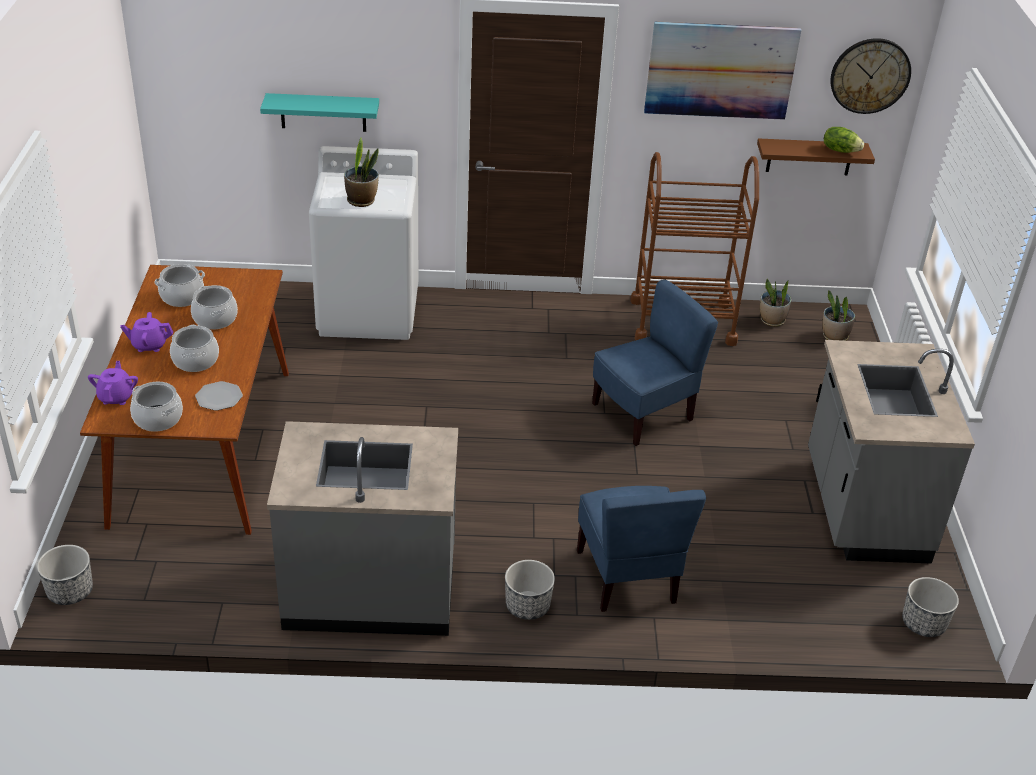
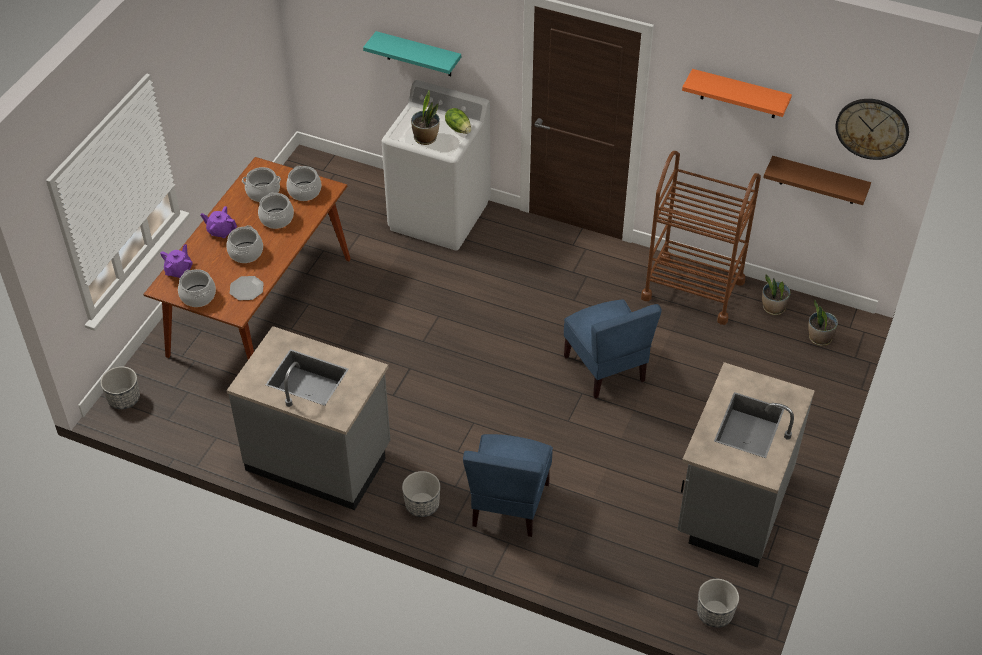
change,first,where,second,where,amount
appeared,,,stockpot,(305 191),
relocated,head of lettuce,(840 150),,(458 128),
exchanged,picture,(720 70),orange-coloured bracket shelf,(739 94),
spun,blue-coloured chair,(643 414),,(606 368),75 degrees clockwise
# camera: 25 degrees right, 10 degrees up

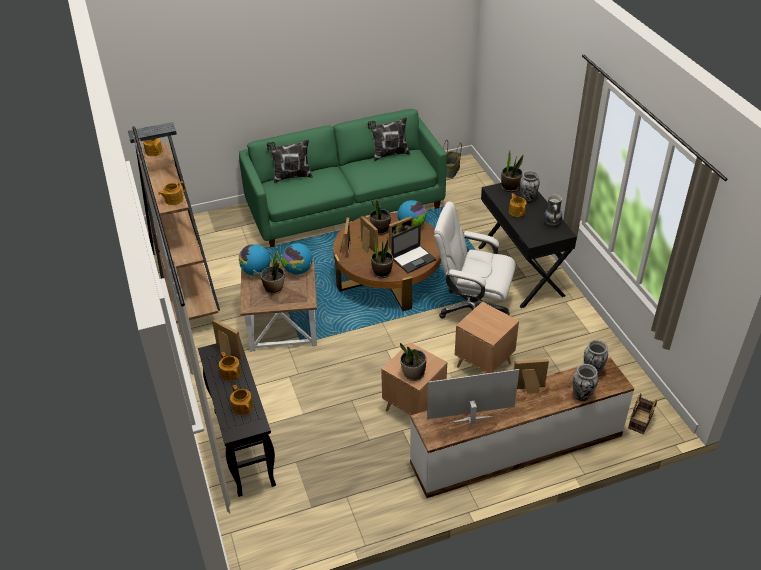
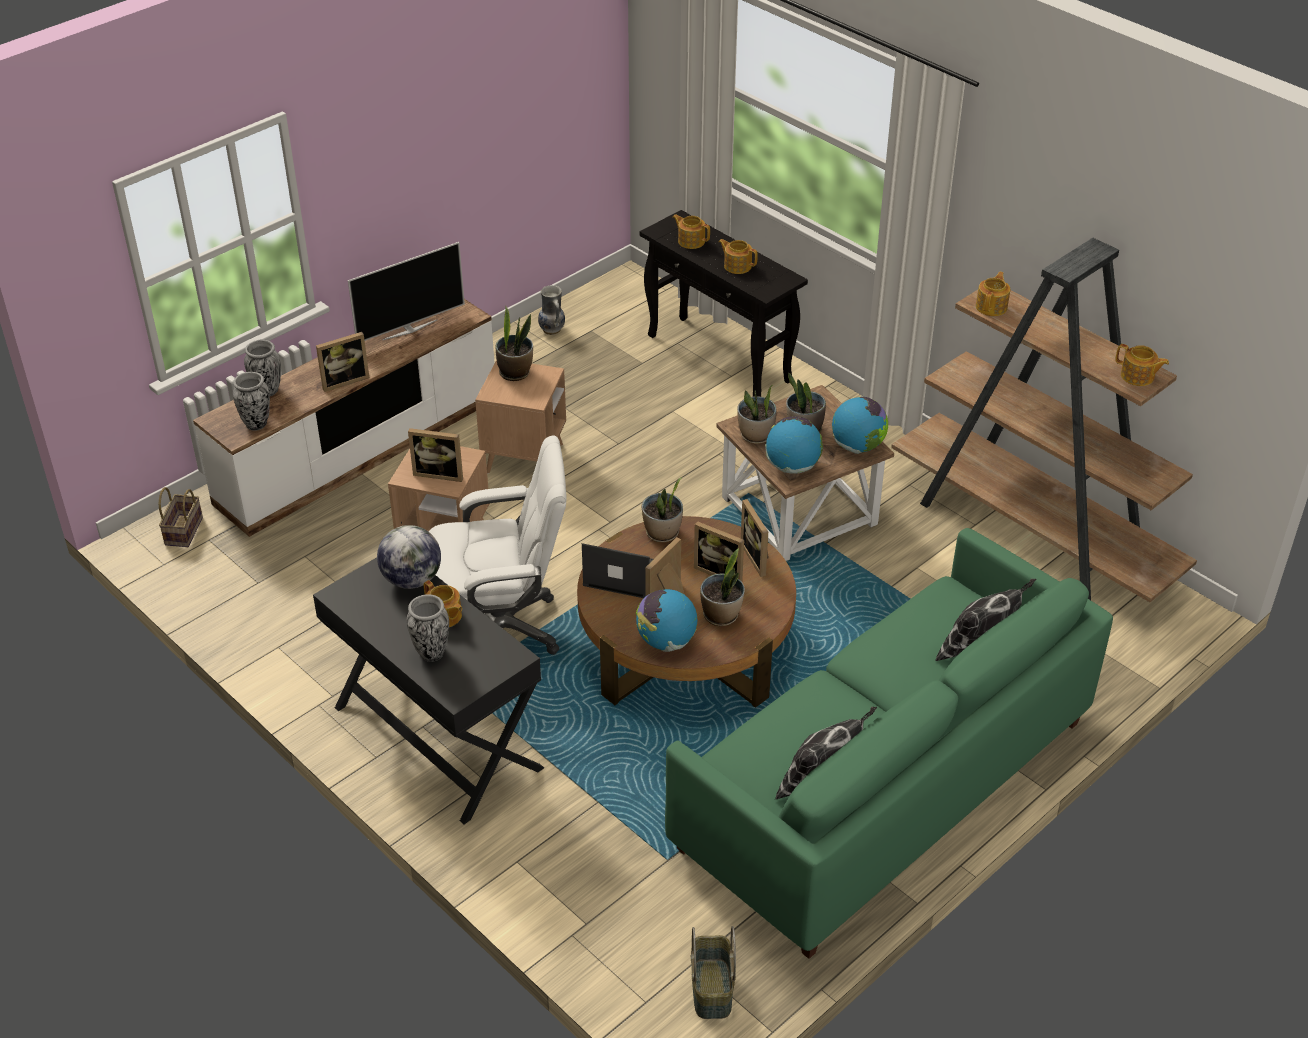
change,first,where,second,where,amount
appeared,,,world globe,(411 579),
relocated,picture frame,(227 354),,(439 473),
relocated,houseplant,(510 187),,(756 436),
relocated,vase,(551 223),,(552 330),
spun,laptop,(414 259),,(622 574),75 degrees clockwise
# camera: 155 degrees right, 0 degrees up

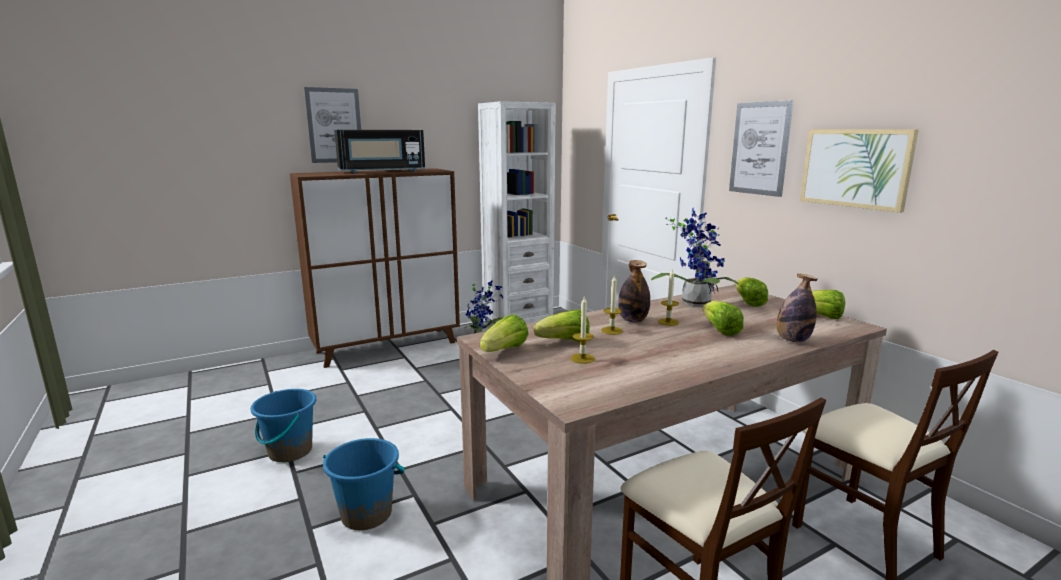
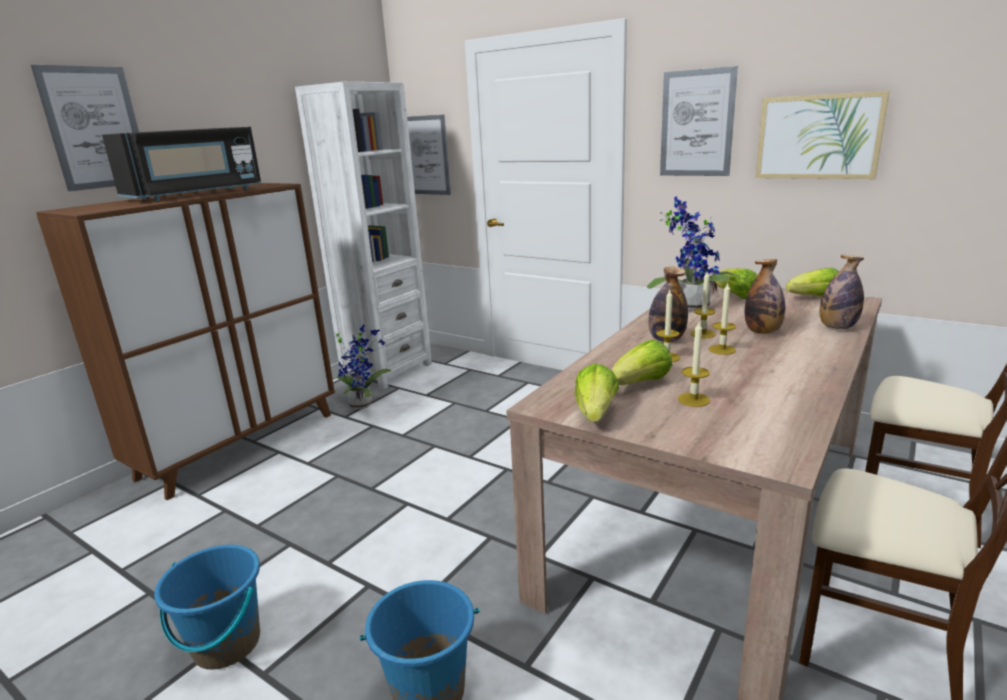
change,first,where,second,where,amount
appeared,,,picture,(427 155),
appeared,,,wax candle,(722 349),
exchanged,head of lettuce,(720 330),bottle,(762 332),
# camera: 25 degrees left, 5 degrees up

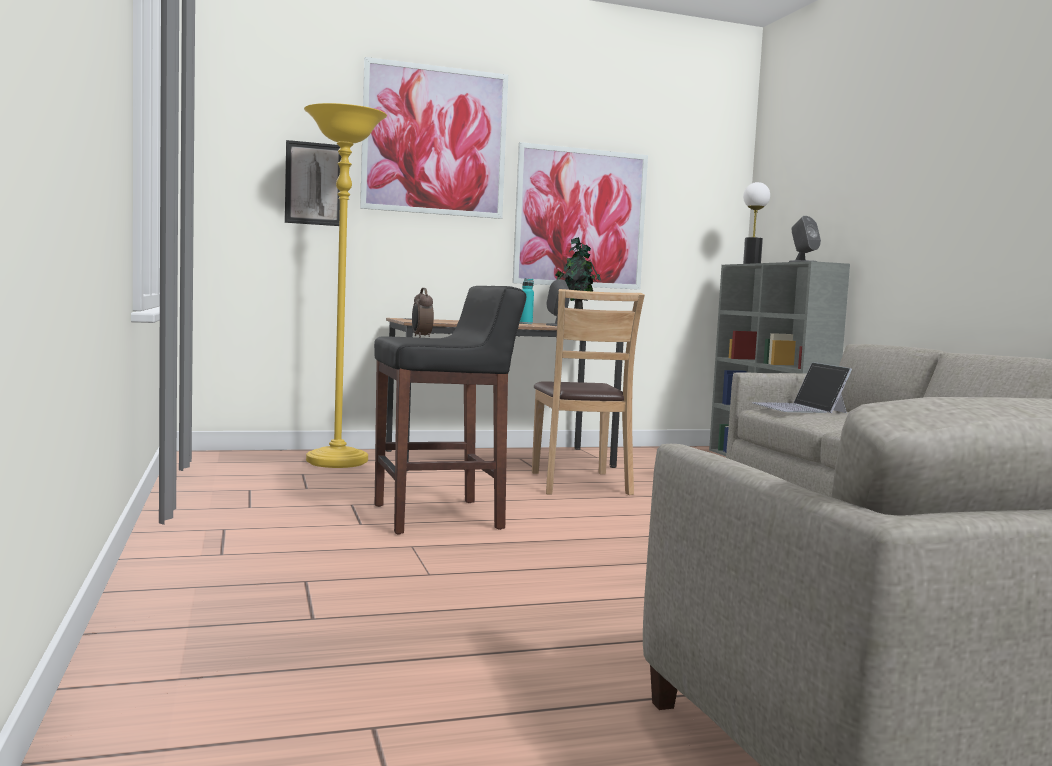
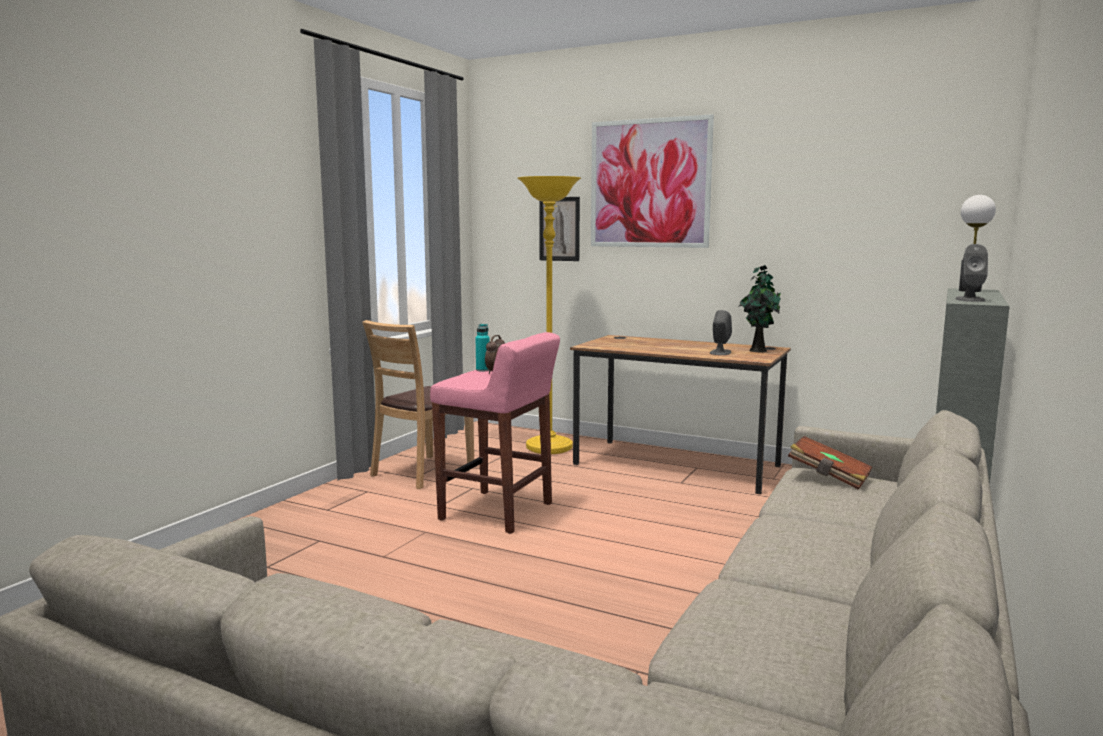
change,first,where,second,where,amount
missing,picture,(580 218),,,
relocated,blue-green bottle,(525 323),,(483 370),
relocated,brown-coloured chair,(579 483),,(422 472),
exchanged,laptop,(799 408),brown-coloured book,(828 477),
colour,blackish stool,(440 517),pink-coloured stool,(498 512),
# camera: 45 degrees right, 5 degrees up

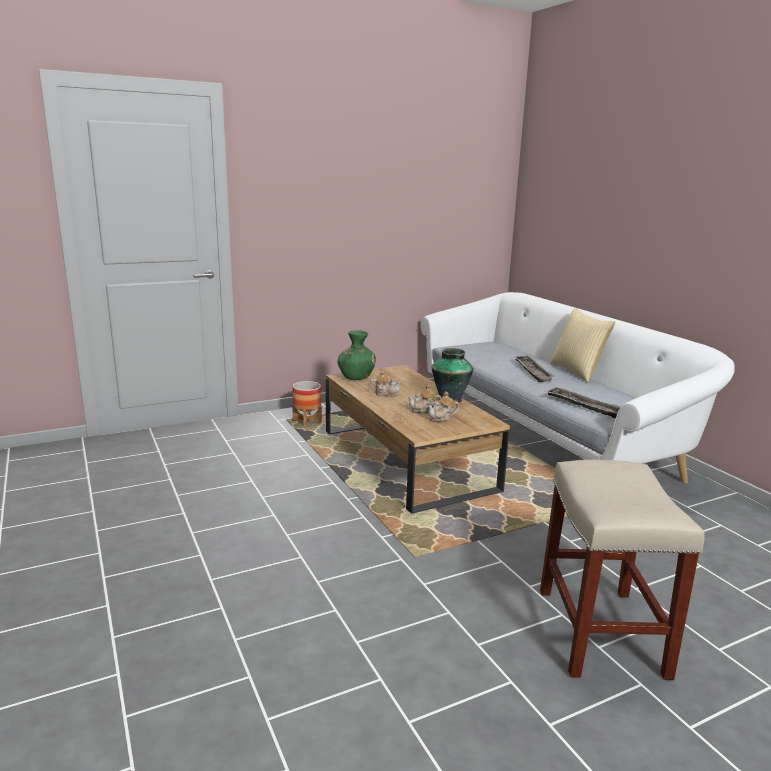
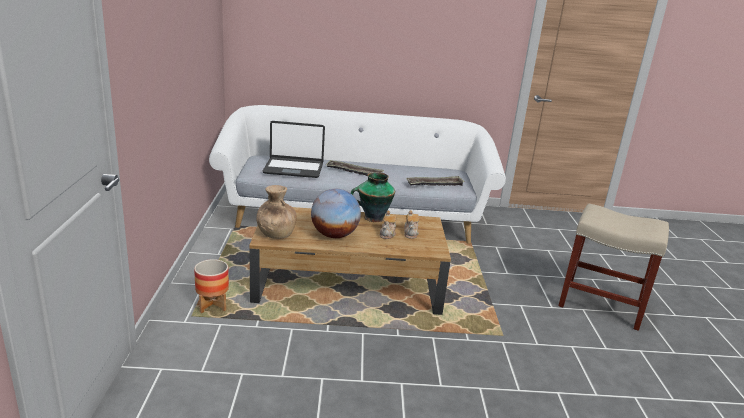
change,first,where,second,where,amount
missing,throw pillow,(577 372),,,
appeared,,,laptop,(293 169),
exchanged,pot for tea,(386 394),world globe,(334 235),
colour,green-coloured vase,(356 377),brown-coloured vase,(275 233),
# camera: 65 degrees left, 5 degrees up

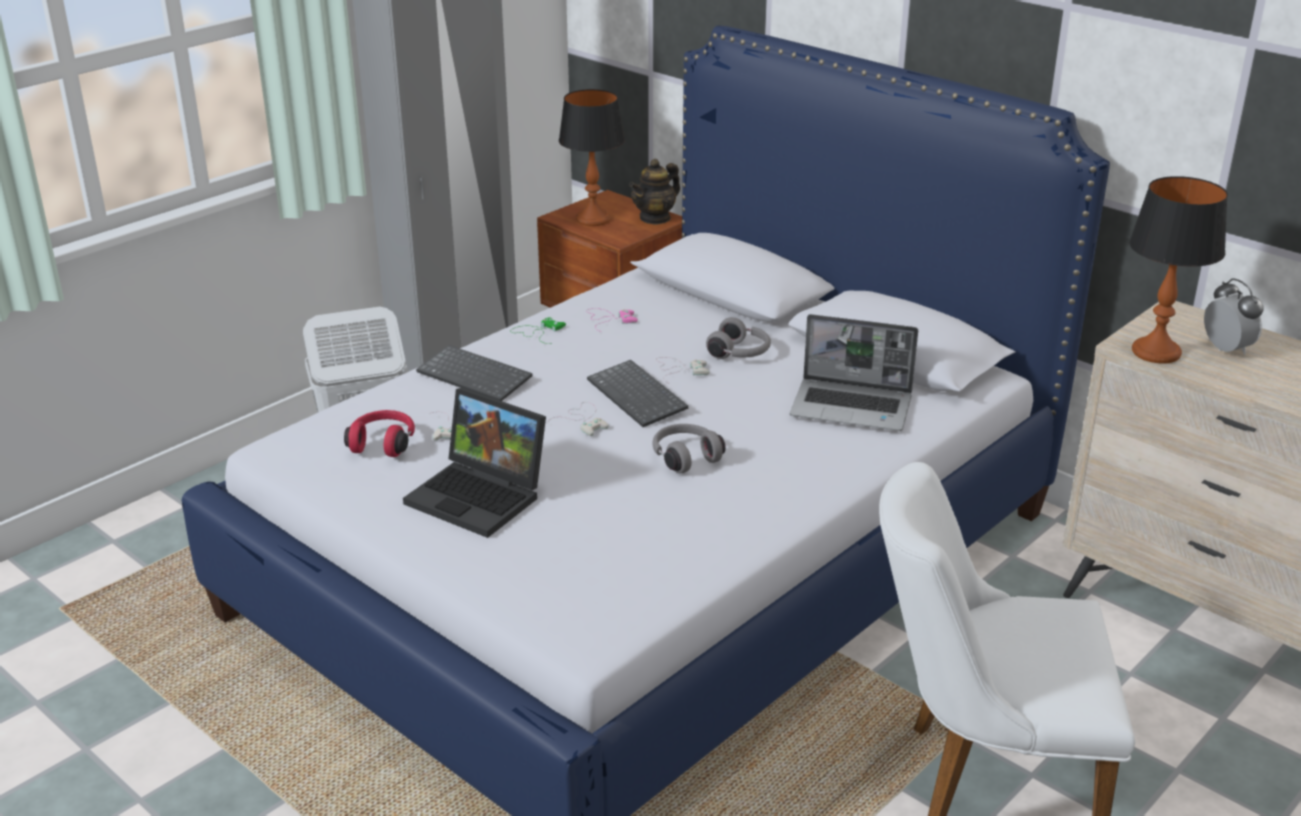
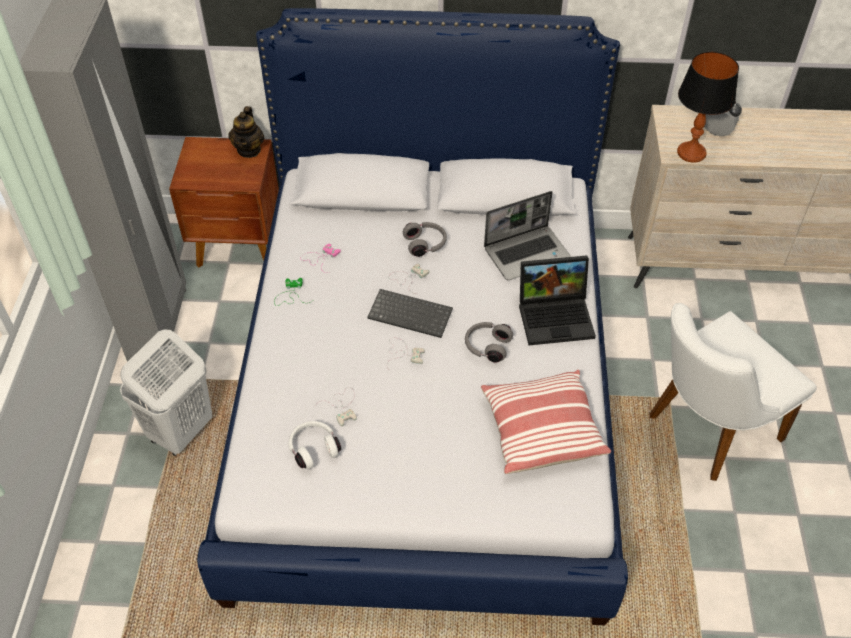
change,first,where,second,where,amount
missing,PC keyboard,(476 376),,,
missing,lamp for a table,(592 219),,,
appeared,,,throw pillow,(541 430),
relocated,laptop,(481 496),,(556 316),
colour,red-coloured headphones,(383 443),whitish headphones,(313 448),
# camera: 40 degrees left, 20 degrees up

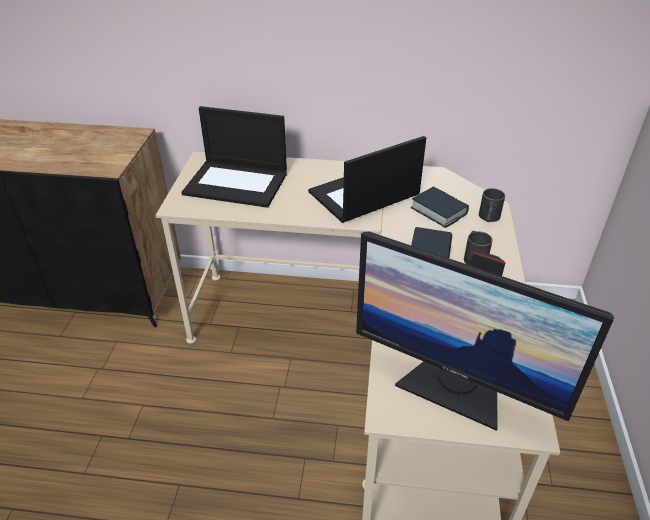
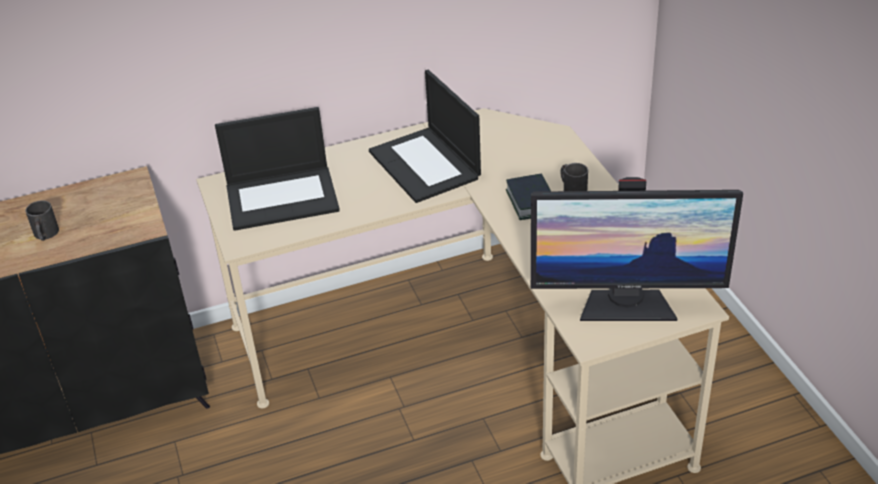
change,first,where,second,where,amount
missing,book,(438 211),,,
relocated,blackish mug,(488 218),,(45 235),
spun,laptop,(363 195),,(426 165),60 degrees counterclockwise
# camera: 25 degrees left, 0 degrees up

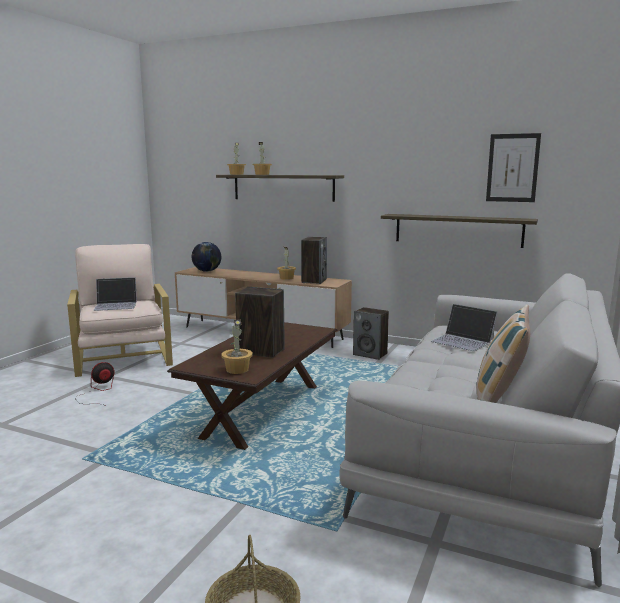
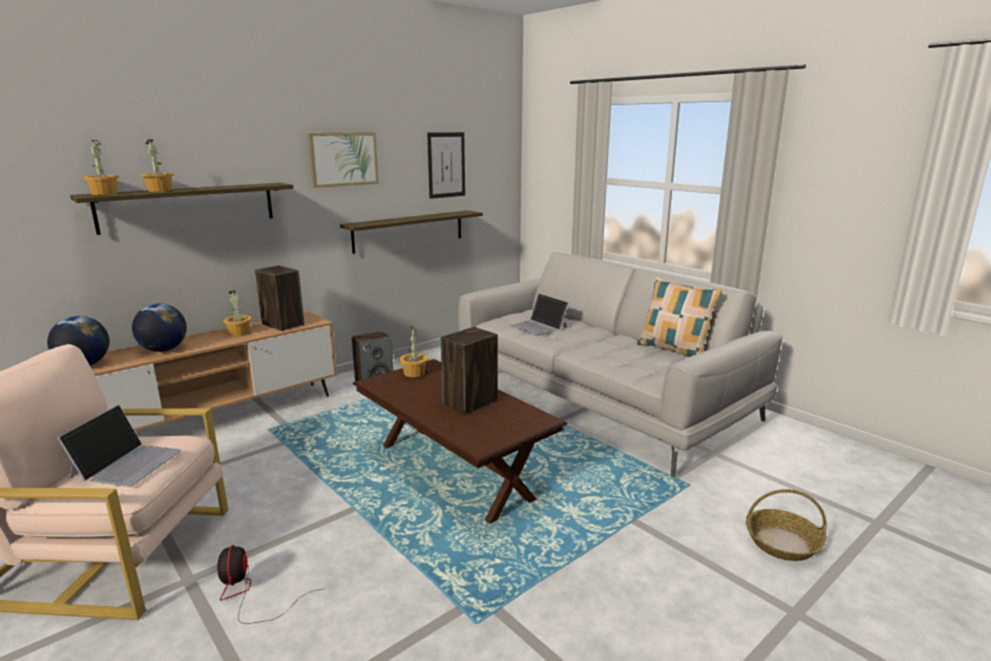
change,first,where,second,where,amount
appeared,,,world globe,(164 350),
appeared,,,picture,(343 159),
relocated,houseplant,(237 369),,(414 373),
spun,laptop,(463 341),,(538 326),75 degrees clockwise
# camera: 65 degrees left, 5 degrees up

